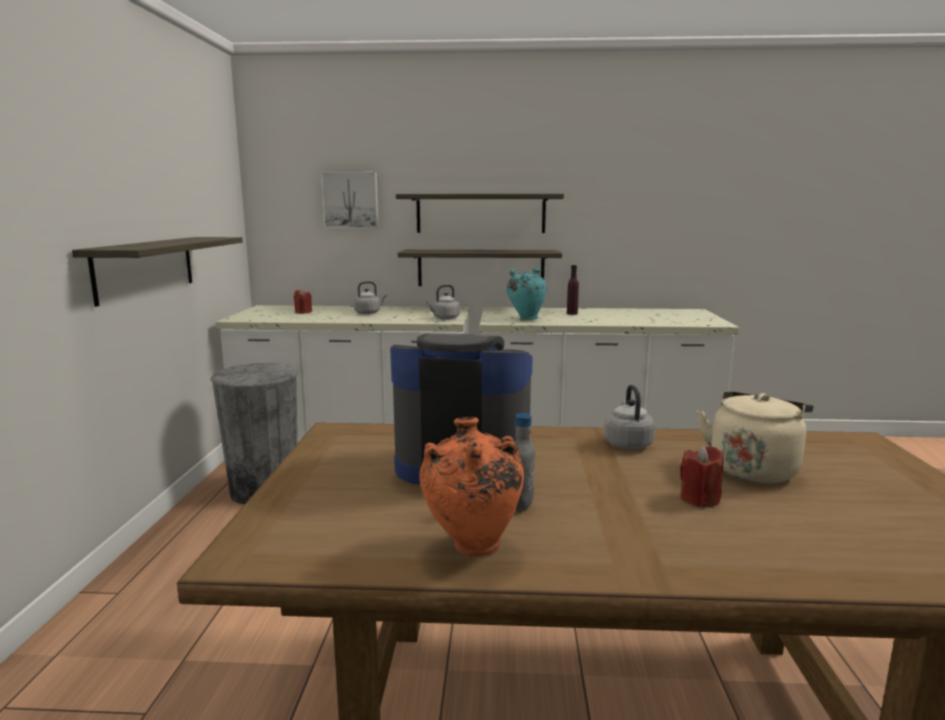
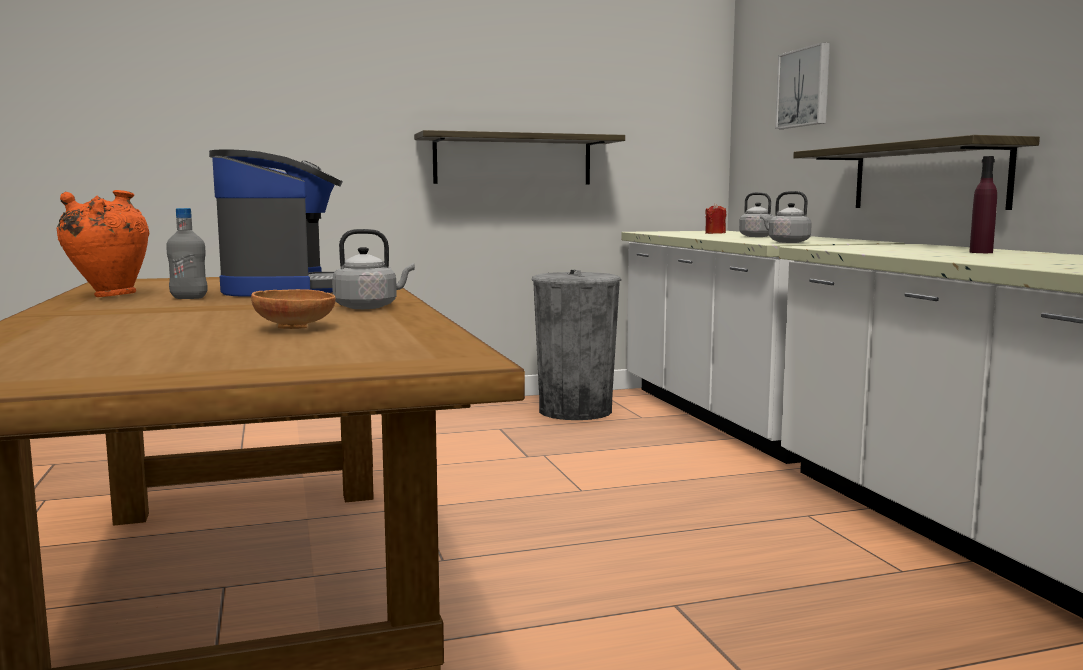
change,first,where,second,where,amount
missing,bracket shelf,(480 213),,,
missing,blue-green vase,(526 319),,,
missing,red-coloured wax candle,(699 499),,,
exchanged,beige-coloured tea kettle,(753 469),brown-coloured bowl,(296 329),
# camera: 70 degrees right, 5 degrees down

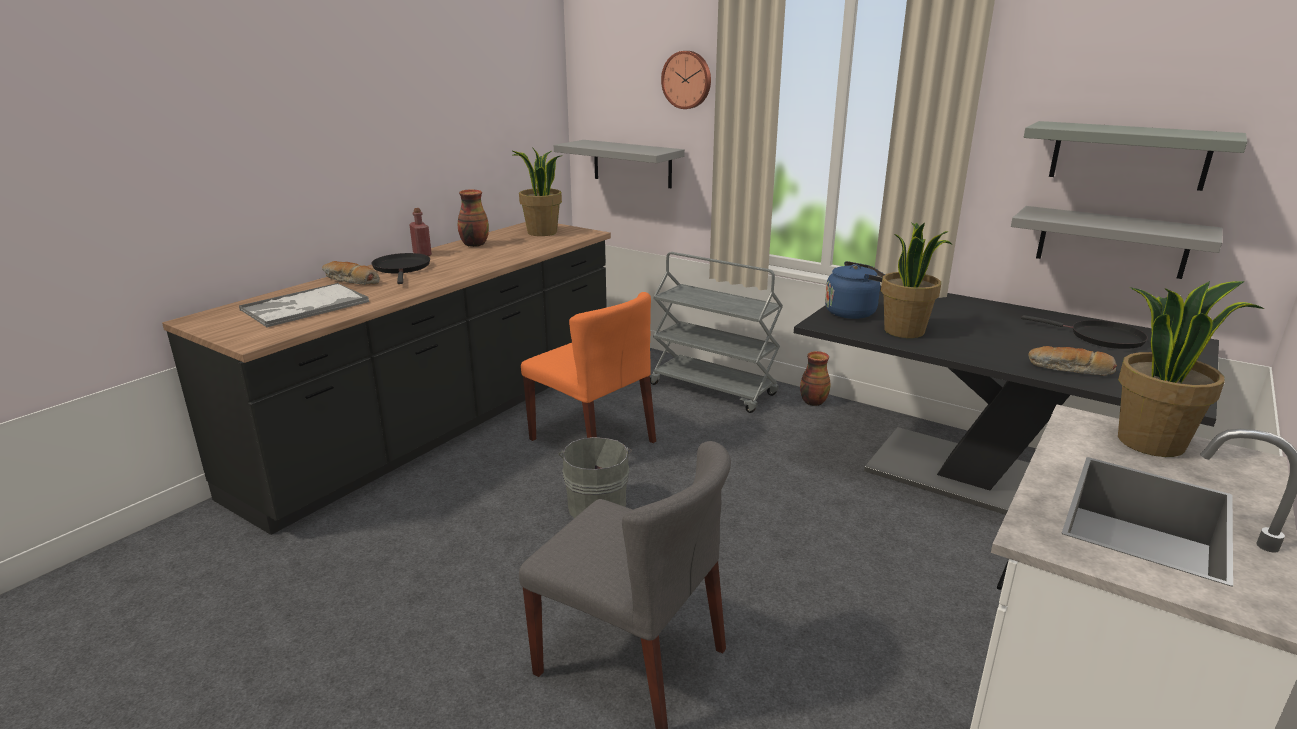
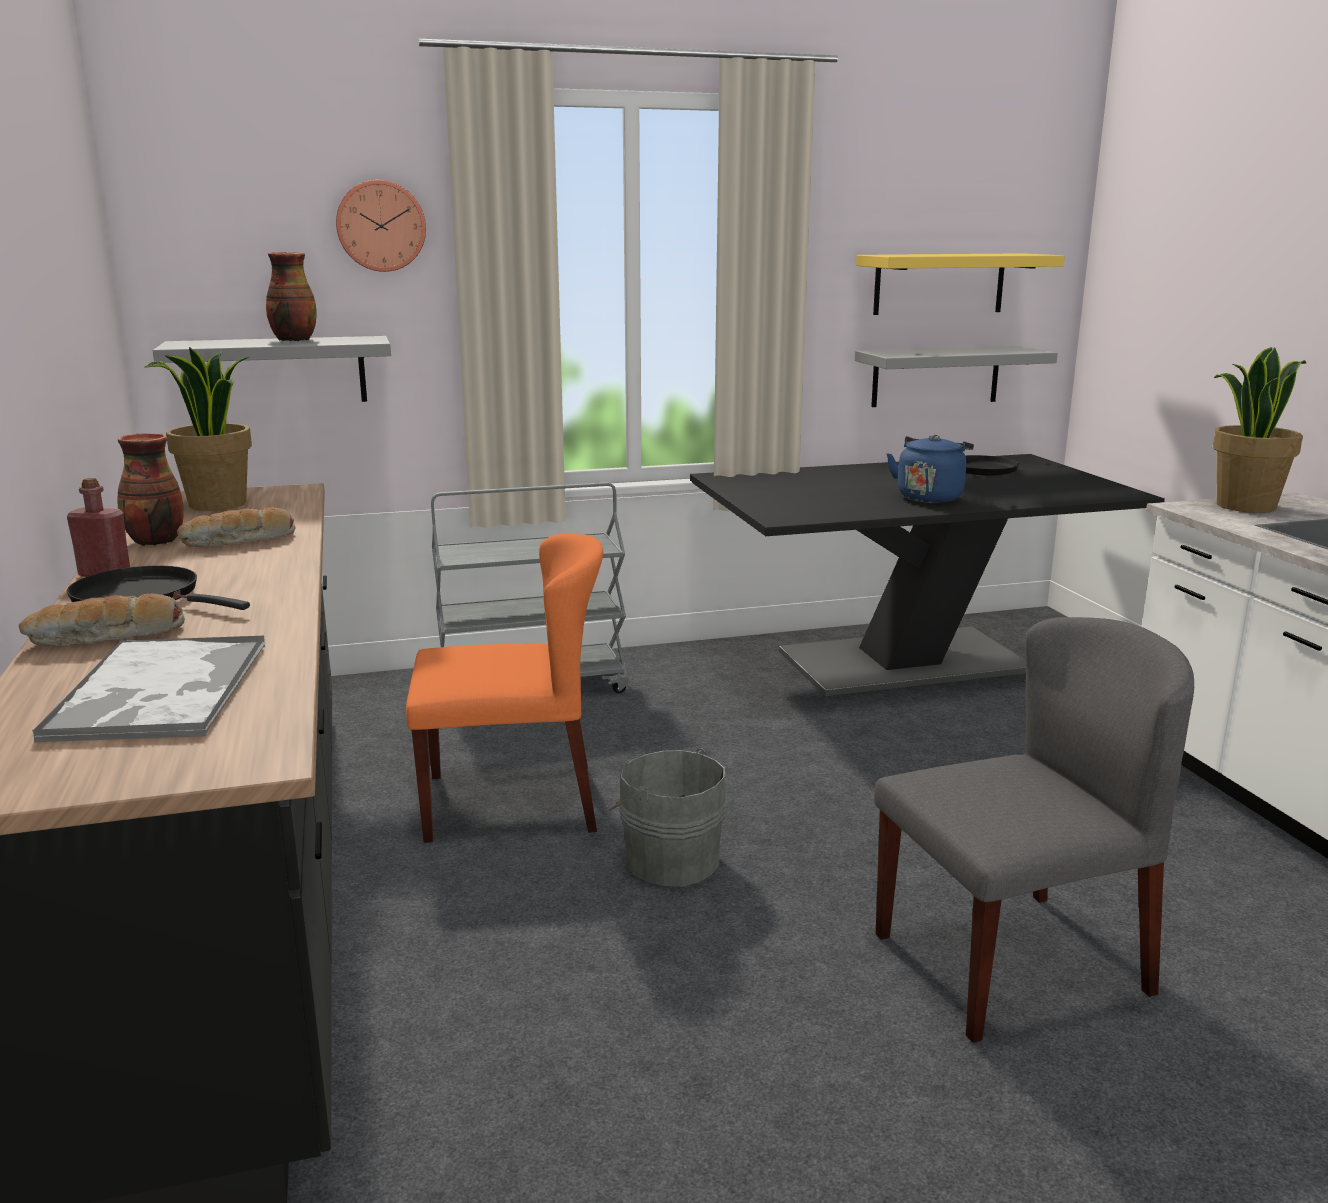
change,first,where,second,where,amount
missing,houseplant,(905 331),,,
relocated,vase,(812 402),,(293 340),
relocated,blue-coloured tea kettle,(853 312),,(930 497),
relocated,bakery bread,(1069 370),,(239 542),
colour,greyish bracket shelf,(1129 155),yellow bracket shelf,(939 283),
# camera: 50 degrees left, 5 degrees down

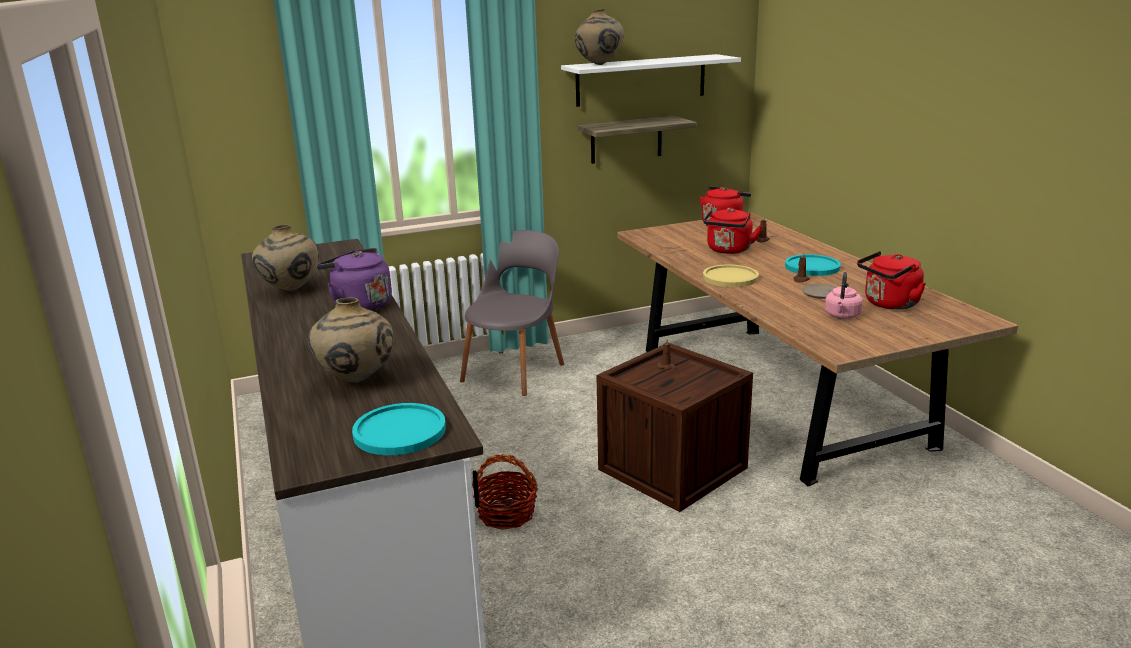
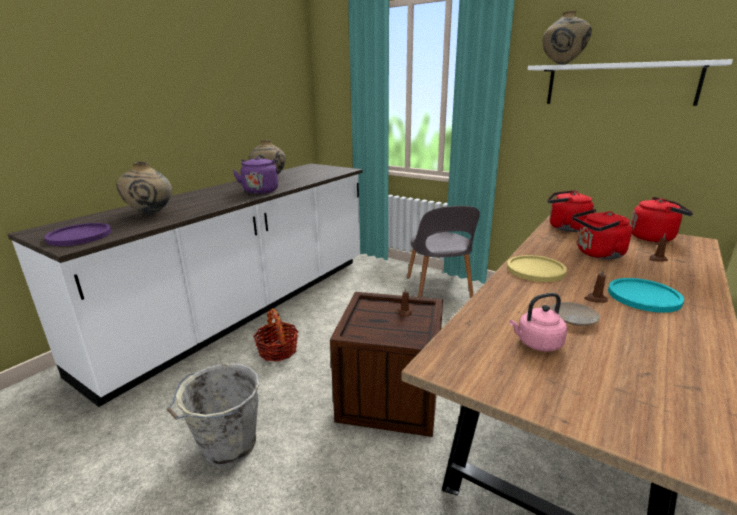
change,first,where,second,where,amount
missing,bracket shelf,(626 139),,,
appeared,,,greyish pail,(226 446),
relocated,red-coloured tea kettle,(889 304),,(565 227),
colour,blue-green plate,(399 431),purple-coloured plate,(79 236),
spun,greyish chair,(515 371),,(439 289),90 degrees clockwise
# camera: 55 degrees right, 0 degrees up

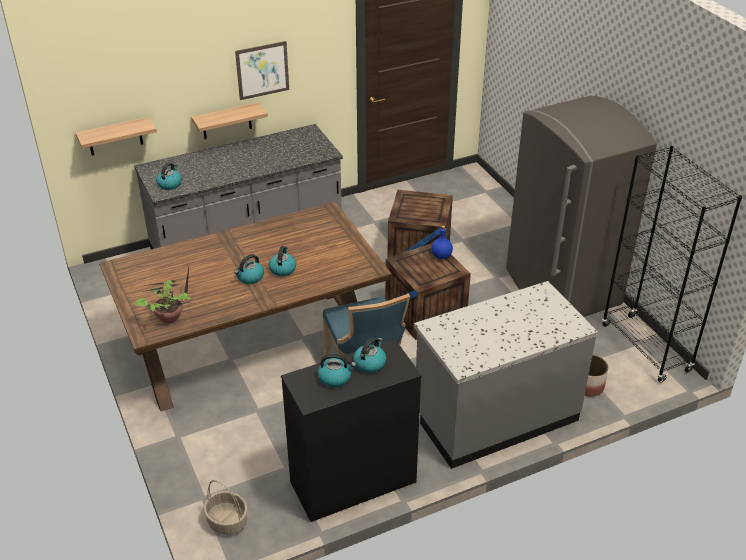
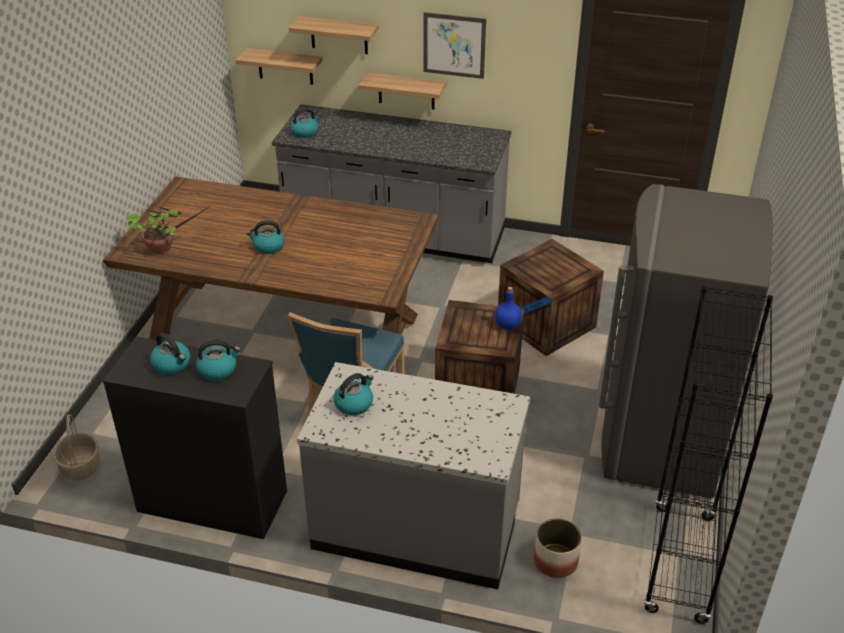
change,first,where,second,where,amount
appeared,,,bracket shelf,(339 35),
relocated,tea kettle,(282 269),,(354 404),
# camera: 40 degrees right, 0 degrees up

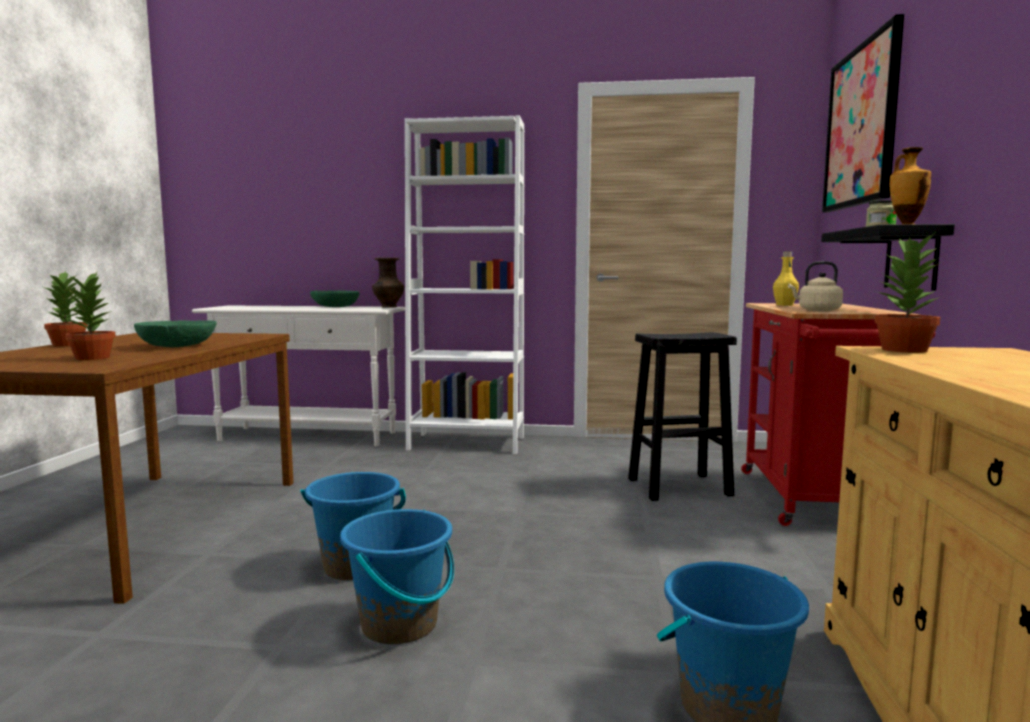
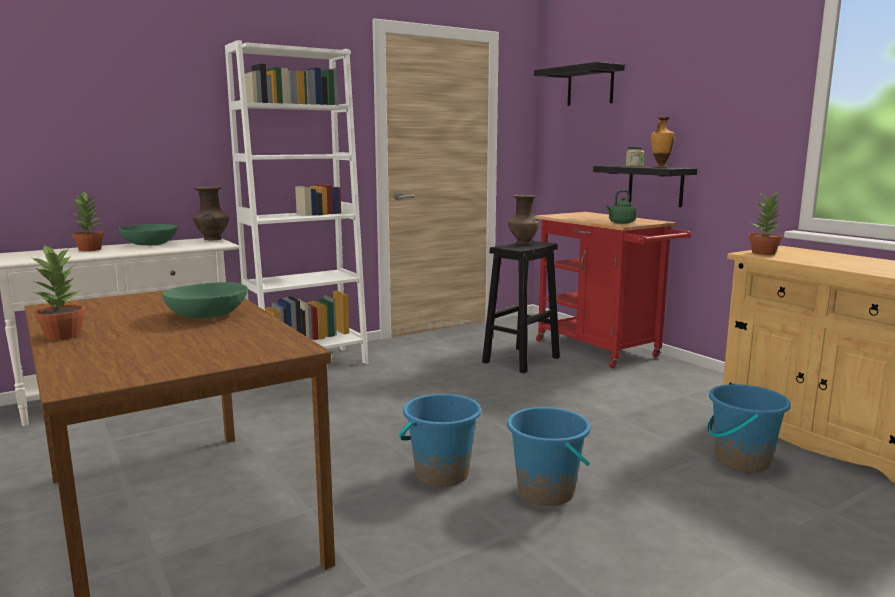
change,first,where,second,where,amount
missing,yellow bottle,(784 305),,,
appeared,,,brown-coloured vase,(522 243),
relocated,houseplant,(94 358),,(90 249),
exchanged,picture,(861 126),blackish bracket shelf,(590 86),
colour,beige-coloured tea kettle,(817 310),green-coloured tea kettle,(620 223),
# camera: 40 degrees left, 5 degrees up

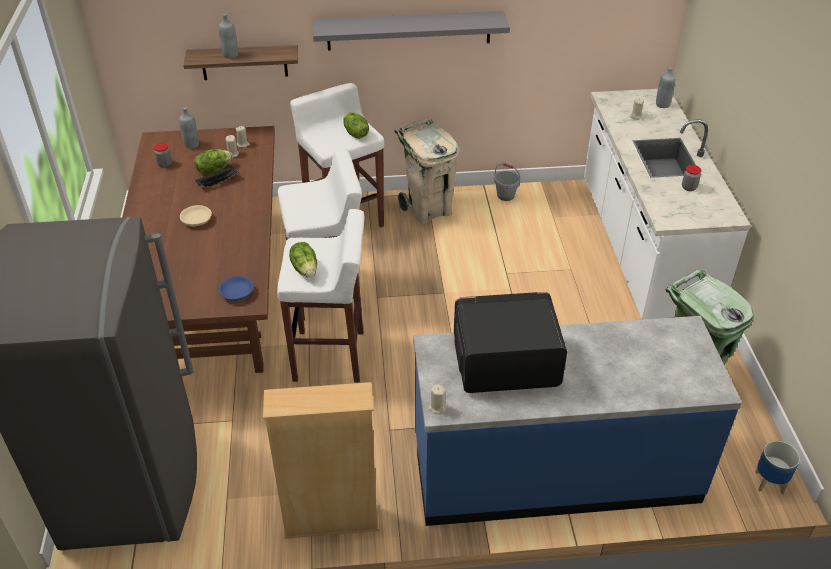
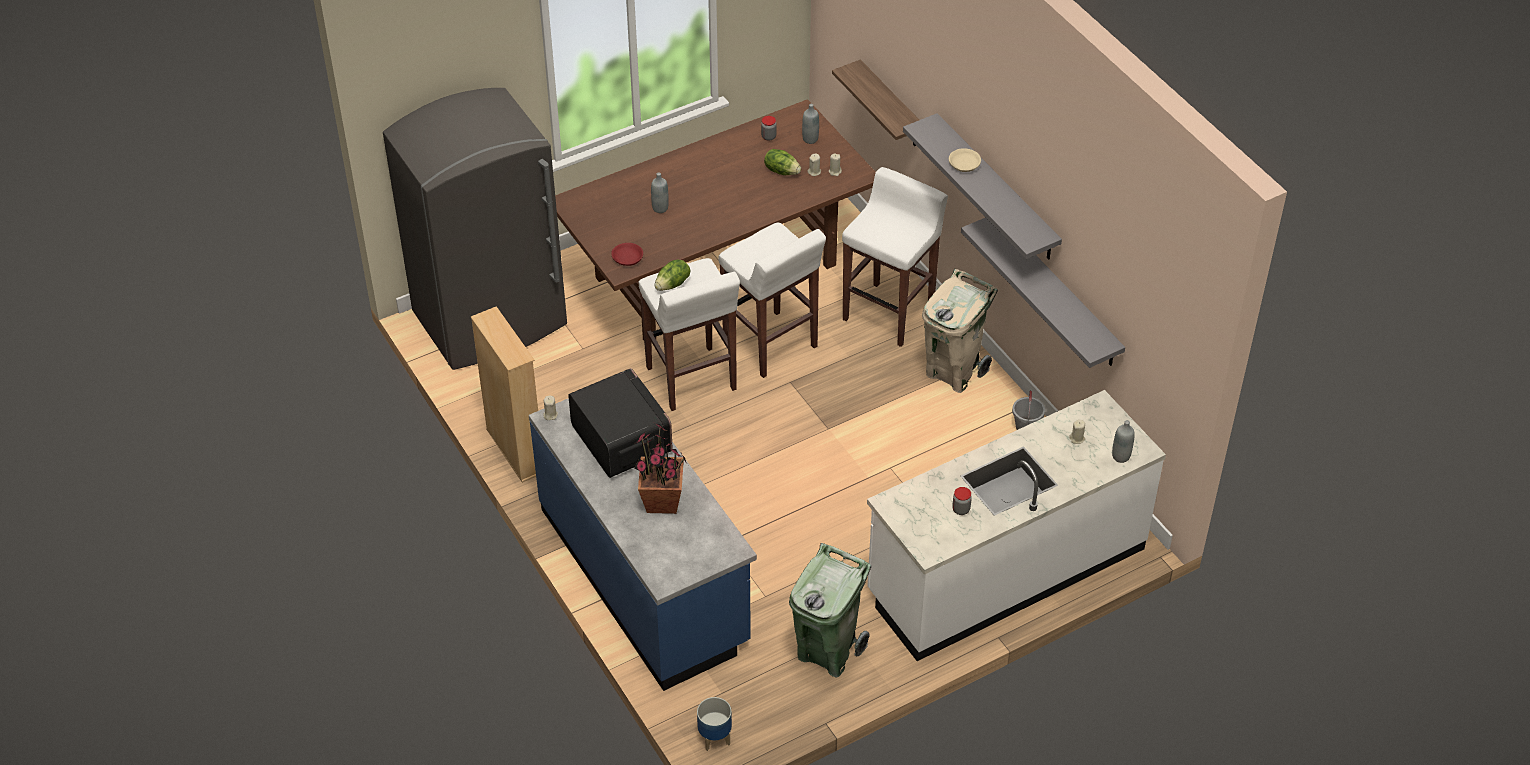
change,first,where,second,where,amount
missing,blackish tray,(218 182),,,
missing,head of lettuce,(355 134),,,
appeared,,,houseplant,(662 502),
appeared,,,greyish bracket shelf,(1056 292),
relocated,beige-coloured bowl,(197 220),,(964 165),
relocated,greyish bottle,(230 55),,(660 208),
colour,blue-coloured bowl,(236 293),red-coloured bowl,(627 258),
# camera: 65 degrees right, 5 degrees up

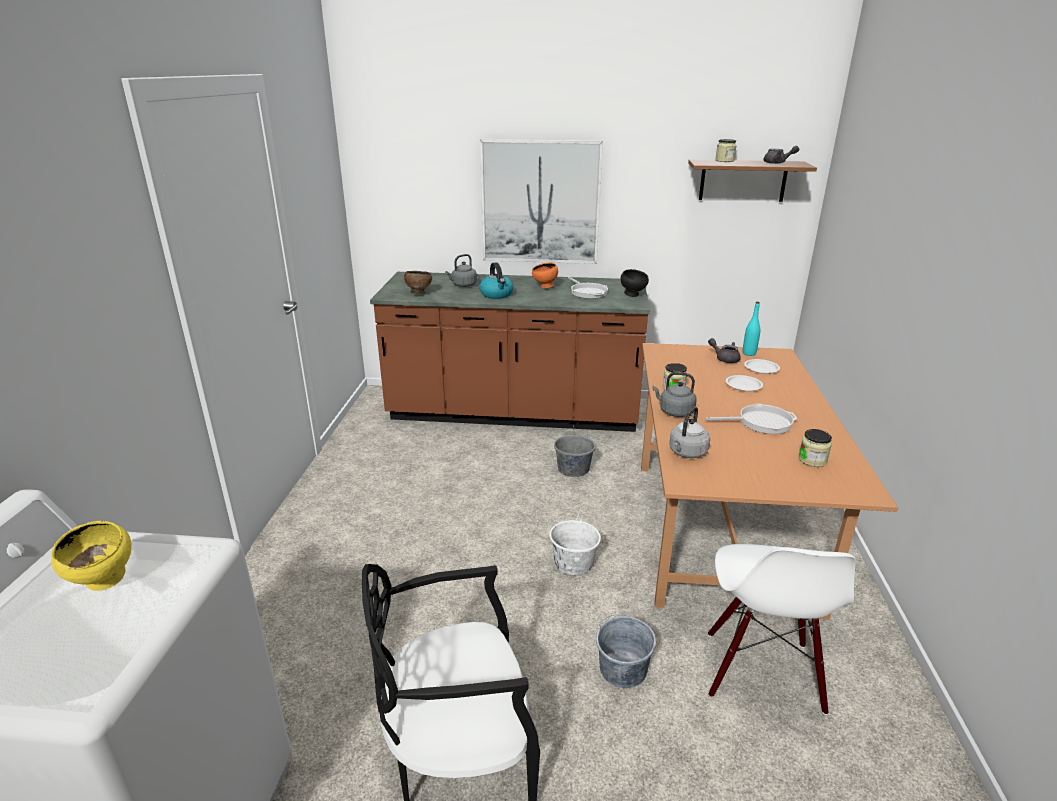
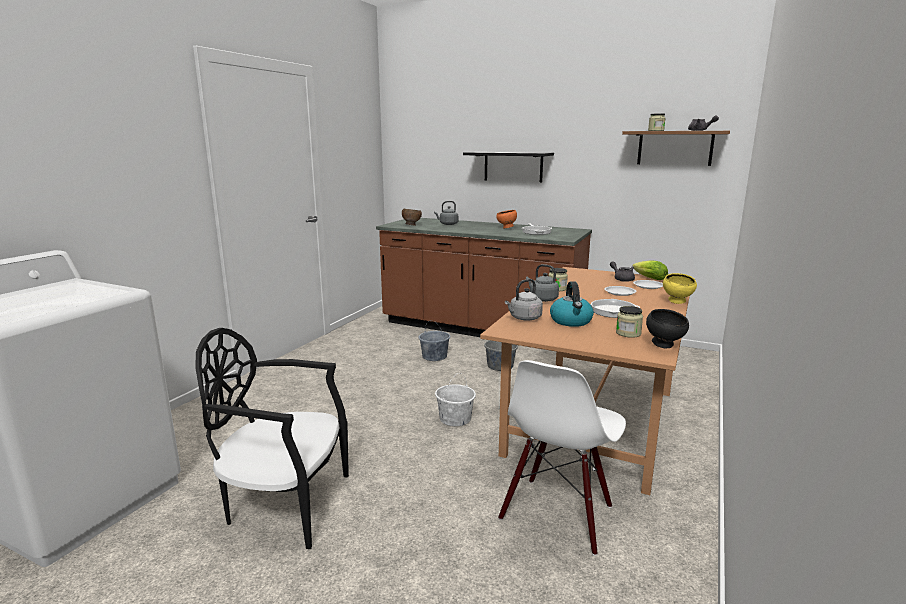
change,first,where,second,where,amount
relocated,yellow bowl,(105 583),,(677 302),
relocated,tea kettle,(497 295),,(571 321),
relocated,greyish pail,(623 669),,(434 356),
relocated,blackish bowl,(633 295),,(664 346),
exchanged,picture,(540 202),blackish bracket shelf,(513 166),
exchanged,blue-green bottle,(749 353),head of lettuce,(648 278),
# camera: 20 degrees right, 10 degrees down

